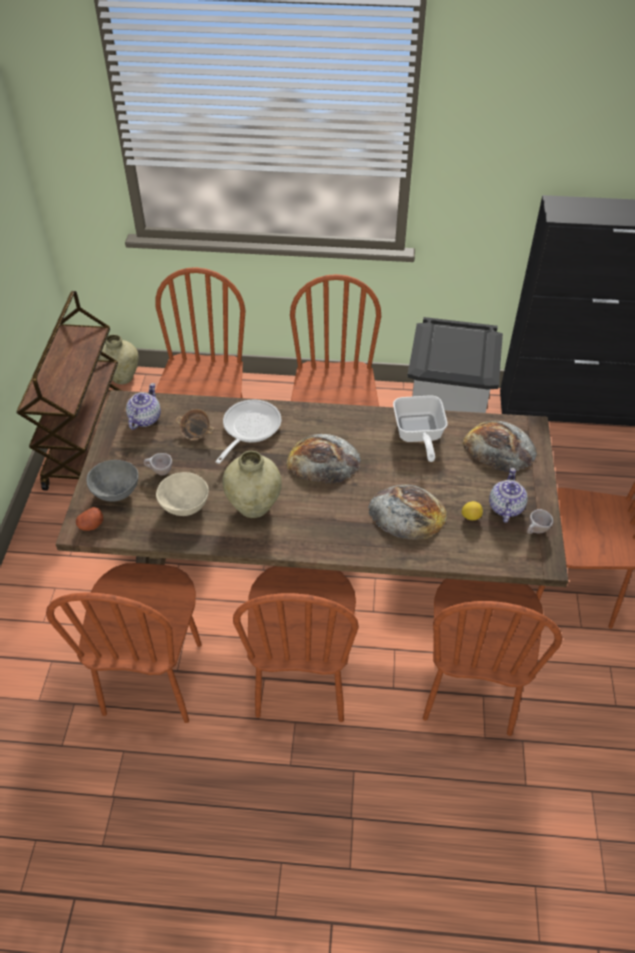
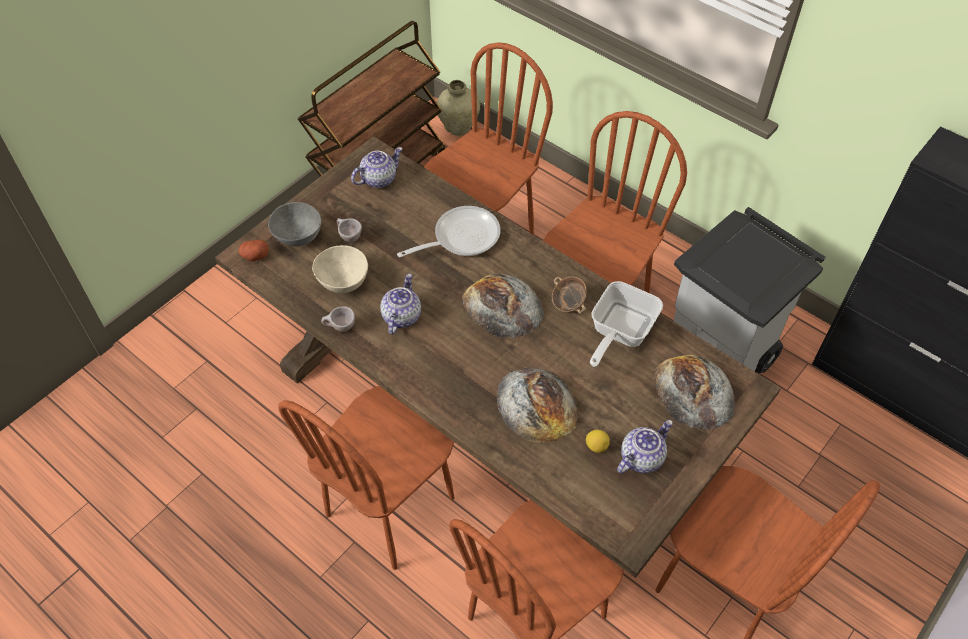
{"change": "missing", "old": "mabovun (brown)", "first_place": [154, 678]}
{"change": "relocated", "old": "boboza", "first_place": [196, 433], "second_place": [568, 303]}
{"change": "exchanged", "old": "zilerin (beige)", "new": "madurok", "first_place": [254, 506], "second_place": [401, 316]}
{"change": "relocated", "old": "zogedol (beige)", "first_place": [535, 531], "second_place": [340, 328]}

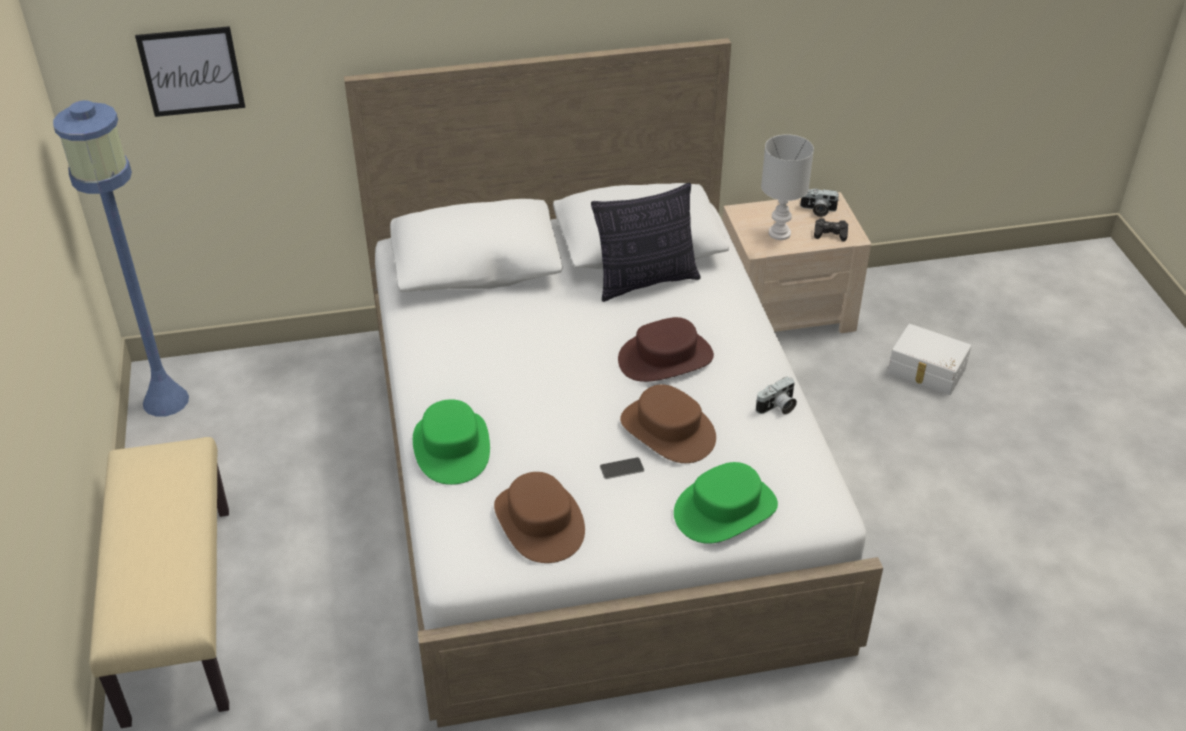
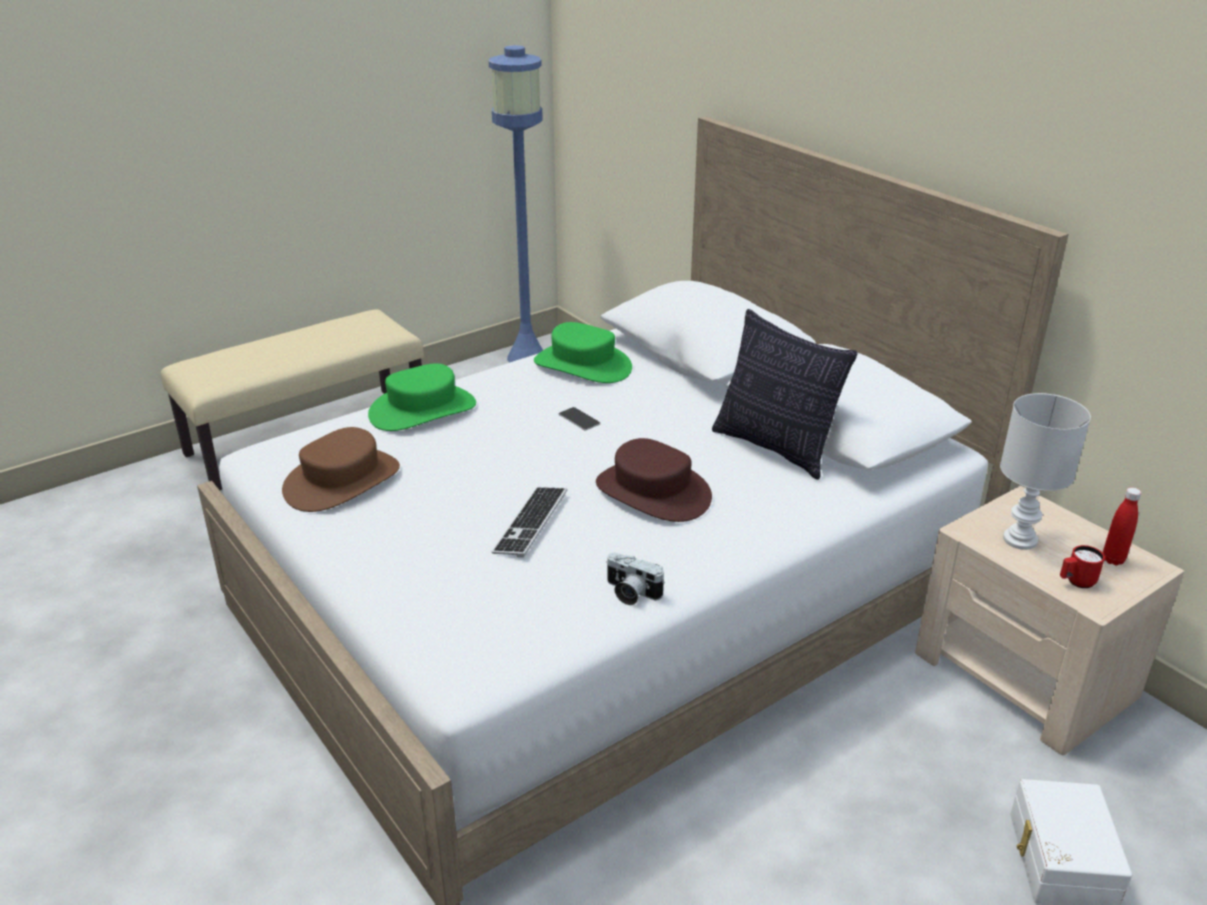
{"change": "missing", "old": "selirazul", "first_place": [191, 71]}
{"change": "relocated", "old": "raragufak", "first_place": [622, 468], "second_place": [579, 419]}
{"change": "exchanged", "old": "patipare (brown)", "new": "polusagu", "first_place": [668, 430], "second_place": [531, 523]}
{"change": "relocated", "old": "patipare (green)", "first_place": [725, 509], "second_place": [583, 365]}
{"change": "exchanged", "old": "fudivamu", "new": "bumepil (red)", "first_place": [818, 210], "second_place": [1113, 560]}
{"change": "exchanged", "old": "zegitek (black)", "new": "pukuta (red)", "first_place": [830, 233], "second_place": [1076, 582]}

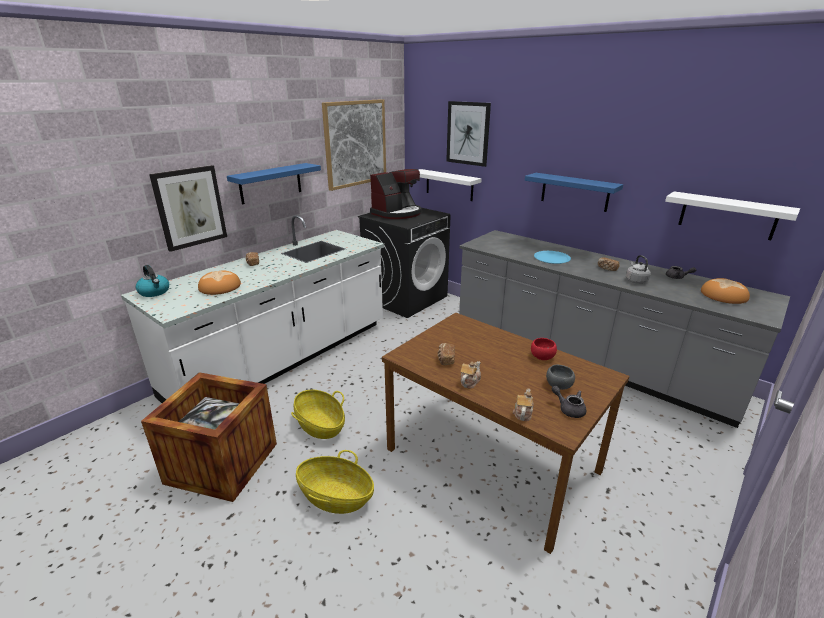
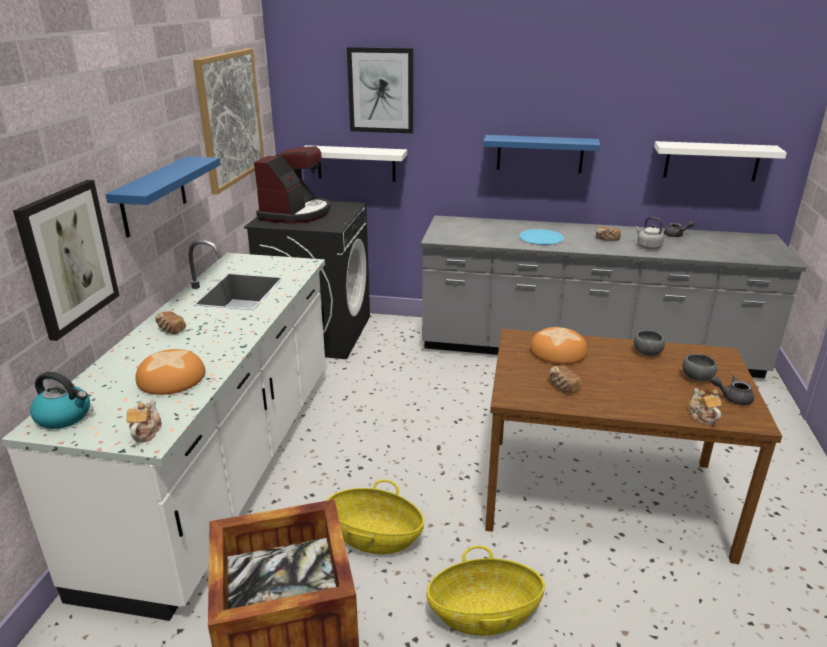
{"change": "relocated", "old": "madurok", "first_place": [469, 381], "second_place": [145, 432]}
{"change": "colour", "old": "boboza (red)", "new": "boboza (grey)", "first_place": [541, 356], "second_place": [646, 353]}
{"change": "relocated", "old": "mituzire", "first_place": [723, 295], "second_place": [557, 351]}

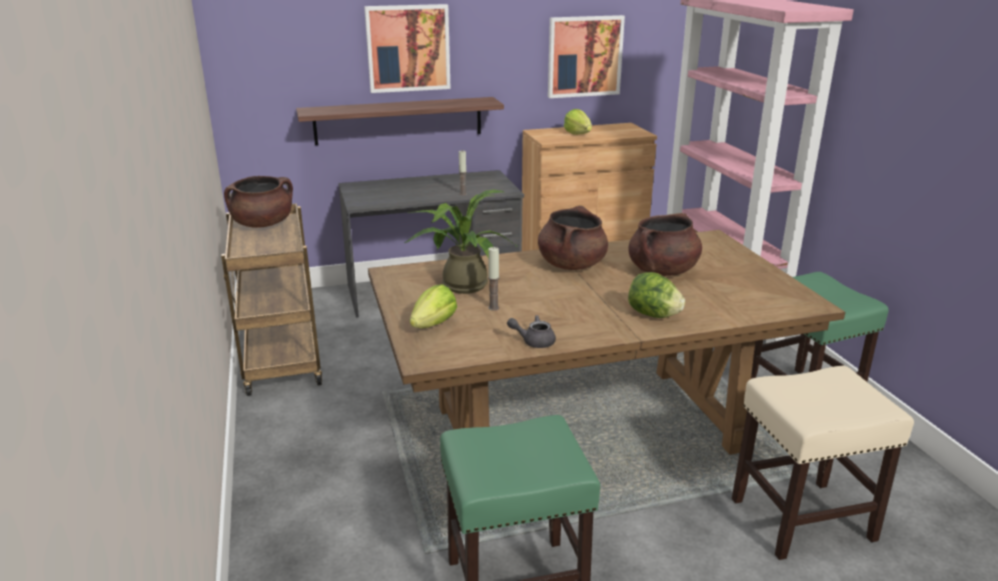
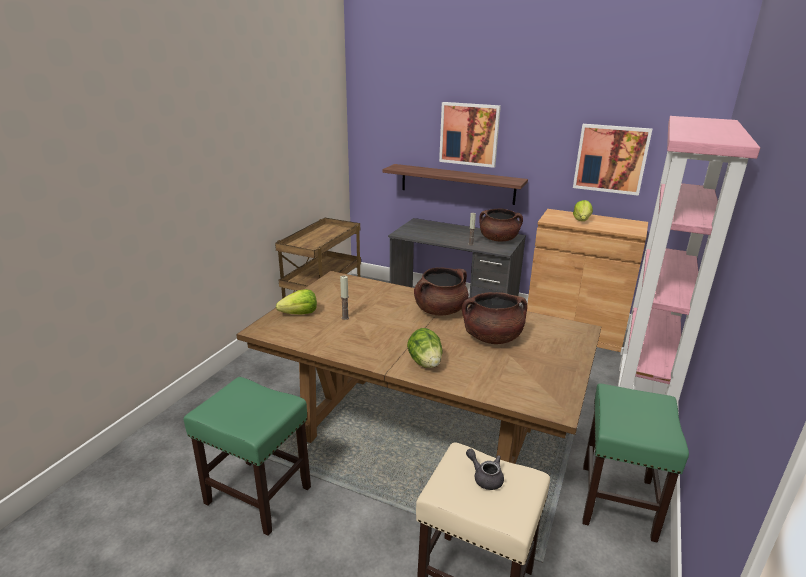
{"change": "relocated", "old": "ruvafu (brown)", "first_place": [263, 224], "second_place": [498, 239]}
{"change": "missing", "old": "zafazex", "first_place": [460, 284]}
{"change": "relocated", "old": "madurok (grey)", "first_place": [534, 341], "second_place": [485, 477]}

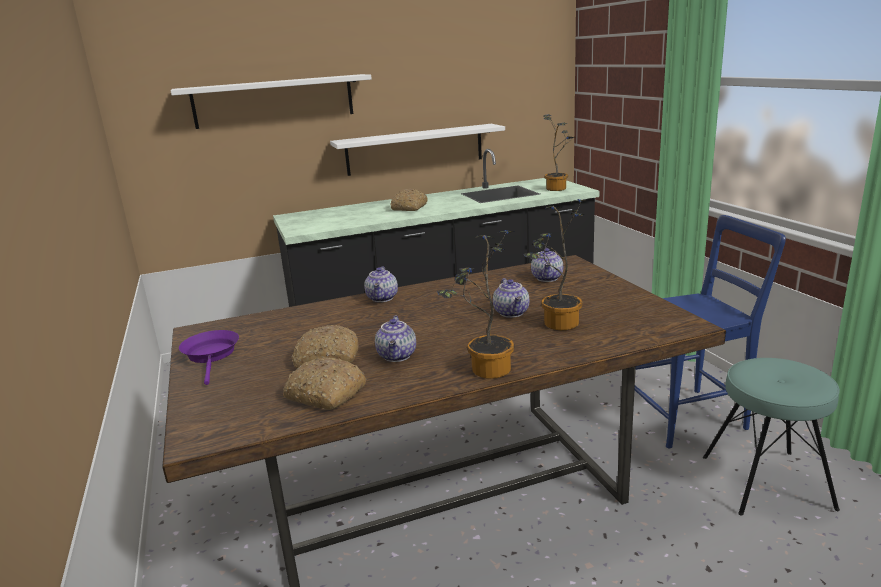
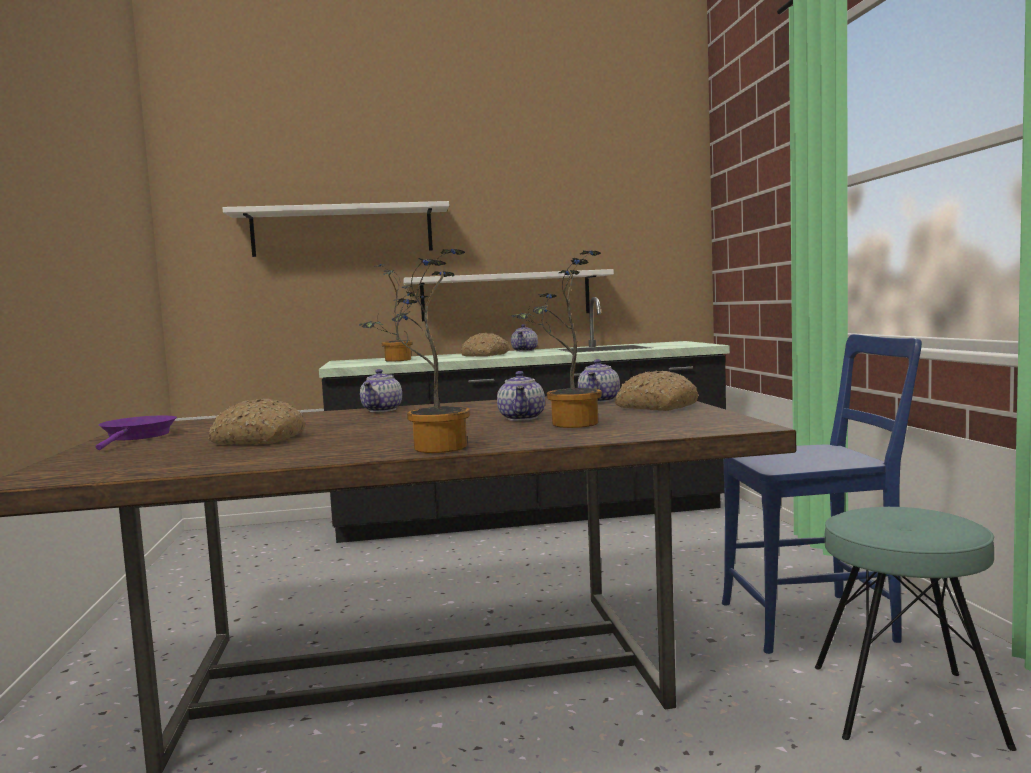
{"change": "relocated", "old": "mituzire", "first_place": [325, 394], "second_place": [656, 407]}
{"change": "relocated", "old": "madurok", "first_place": [398, 356], "second_place": [525, 351]}
{"change": "relocated", "old": "zafazex", "first_place": [558, 188], "second_place": [402, 360]}

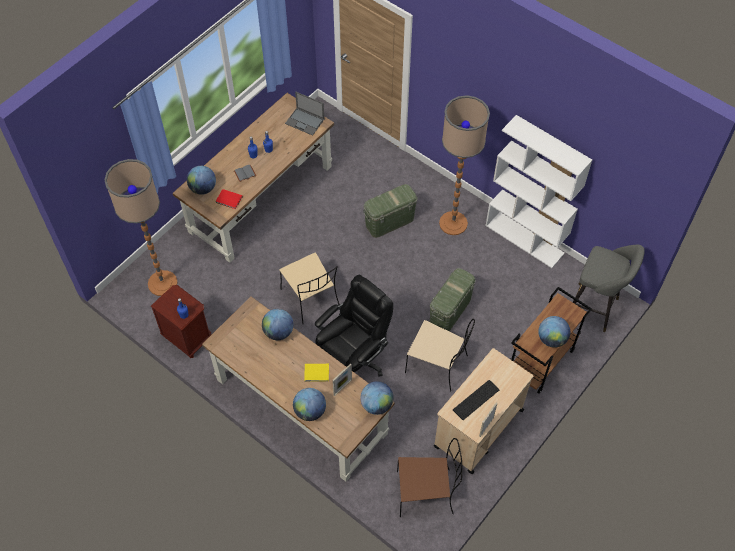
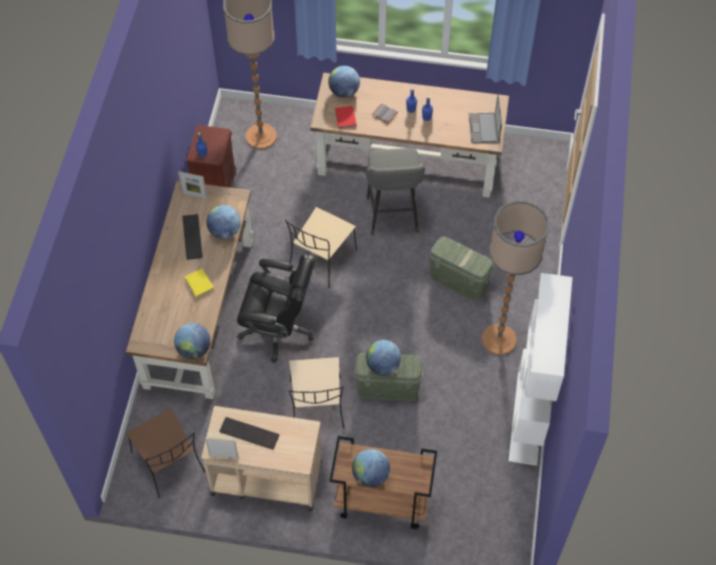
{"change": "relocated", "old": "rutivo", "first_place": [310, 411], "second_place": [383, 365]}
{"change": "relocated", "old": "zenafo", "first_place": [342, 387], "second_place": [194, 195]}
{"change": "relocated", "old": "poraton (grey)", "first_place": [595, 308], "second_place": [392, 218]}
{"change": "appeared", "new": "polusagu", "second_place": [191, 236]}

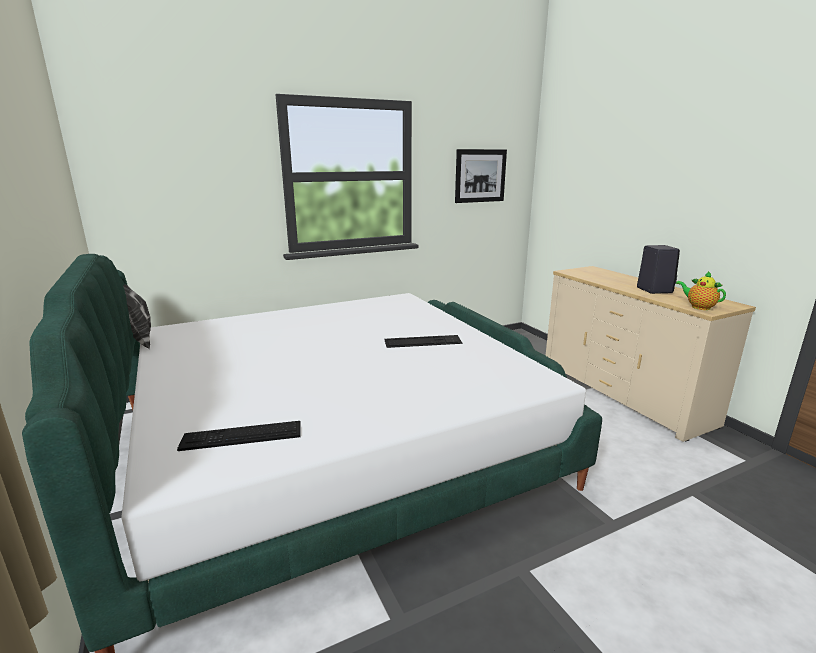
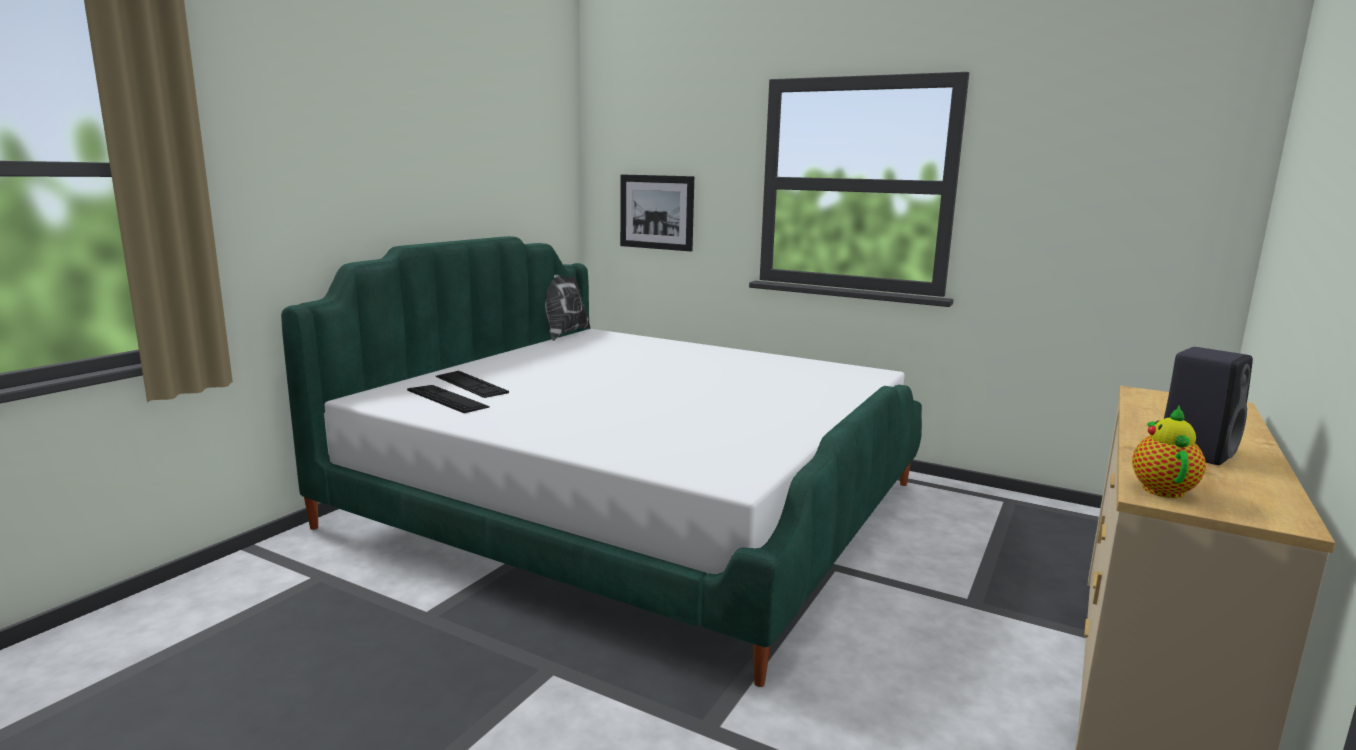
{"change": "relocated", "old": "polusagu", "first_place": [423, 342], "second_place": [470, 384]}
{"change": "relocated", "old": "selirazul", "first_place": [480, 176], "second_place": [656, 212]}

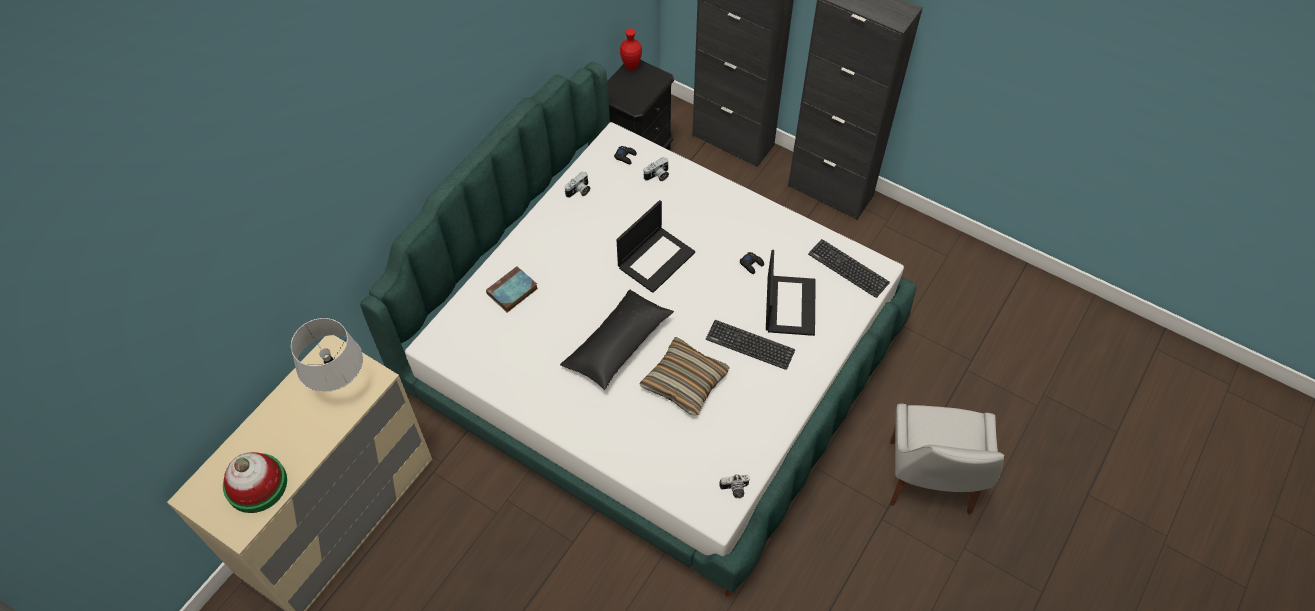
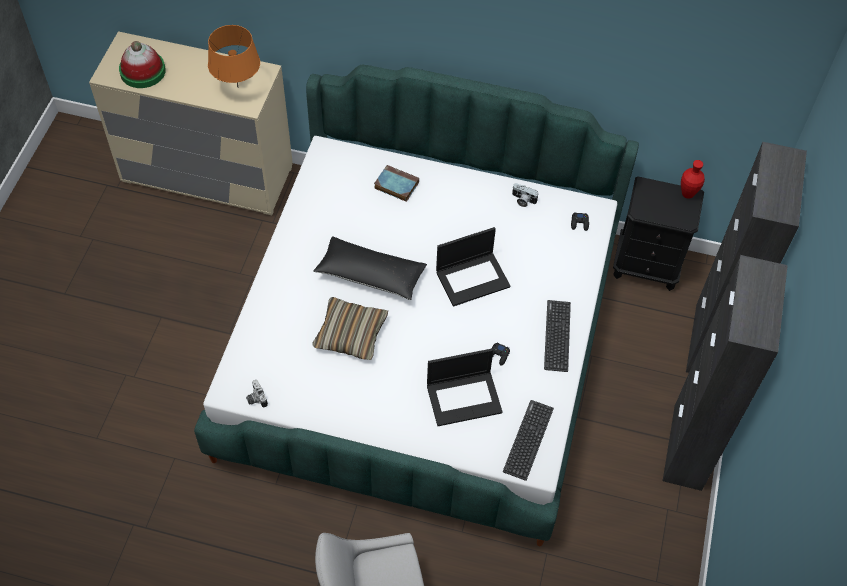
{"change": "colour", "old": "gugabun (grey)", "new": "gugabun (orange)", "first_place": [340, 384], "second_place": [237, 87]}
{"change": "spun", "old": "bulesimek", "first_place": [656, 259], "second_place": [473, 278], "degrees": -45}
{"change": "missing", "old": "fudivamu", "first_place": [657, 176]}
{"change": "relocated", "old": "polusagu", "first_place": [750, 345], "second_place": [557, 336]}

